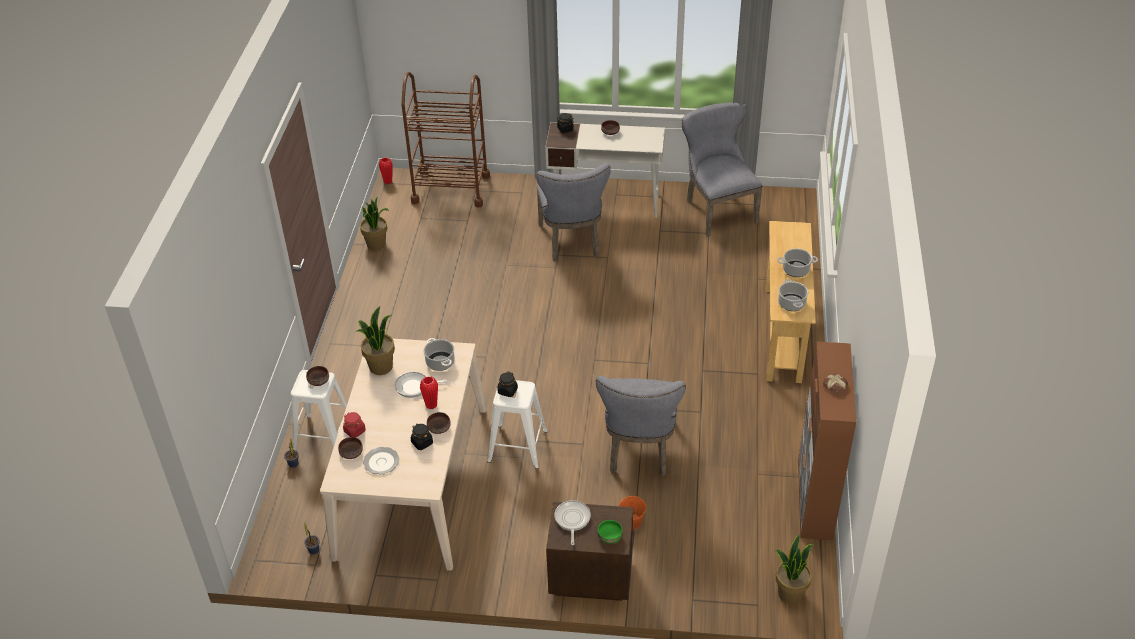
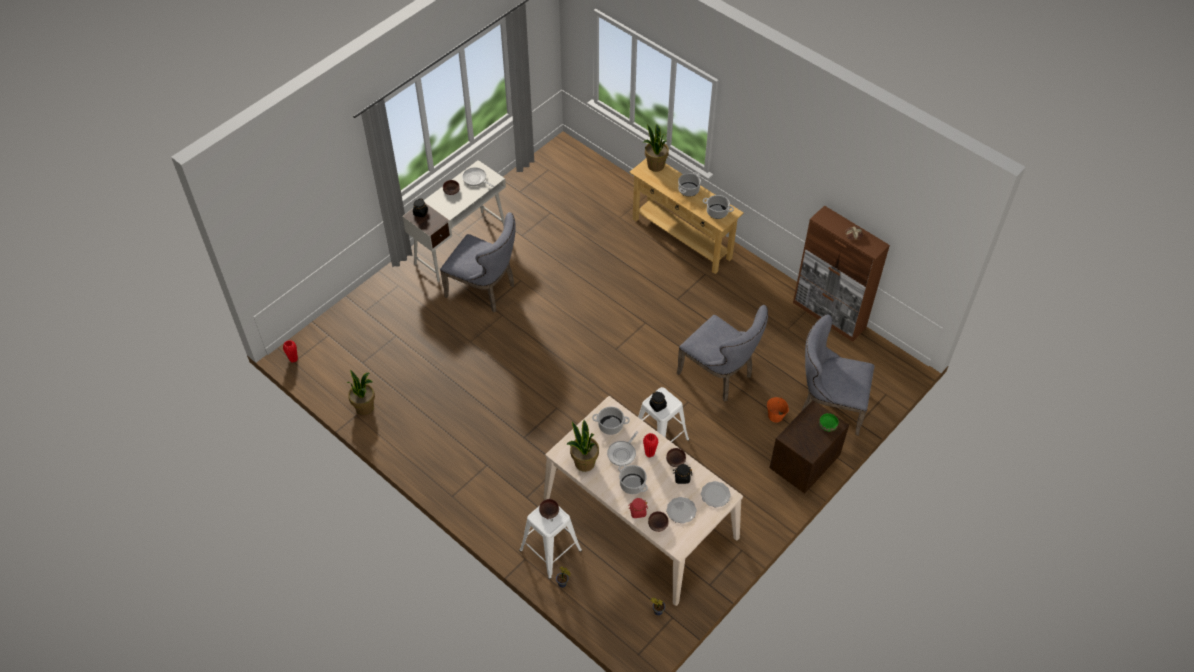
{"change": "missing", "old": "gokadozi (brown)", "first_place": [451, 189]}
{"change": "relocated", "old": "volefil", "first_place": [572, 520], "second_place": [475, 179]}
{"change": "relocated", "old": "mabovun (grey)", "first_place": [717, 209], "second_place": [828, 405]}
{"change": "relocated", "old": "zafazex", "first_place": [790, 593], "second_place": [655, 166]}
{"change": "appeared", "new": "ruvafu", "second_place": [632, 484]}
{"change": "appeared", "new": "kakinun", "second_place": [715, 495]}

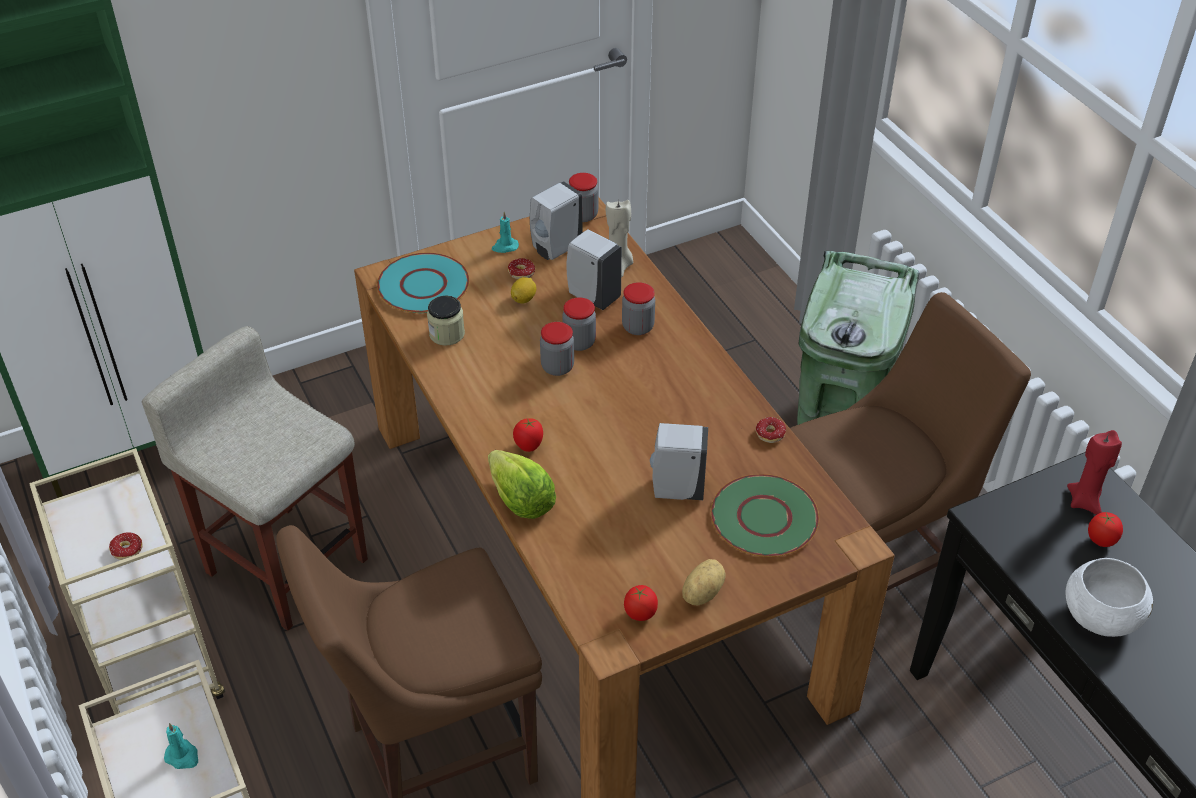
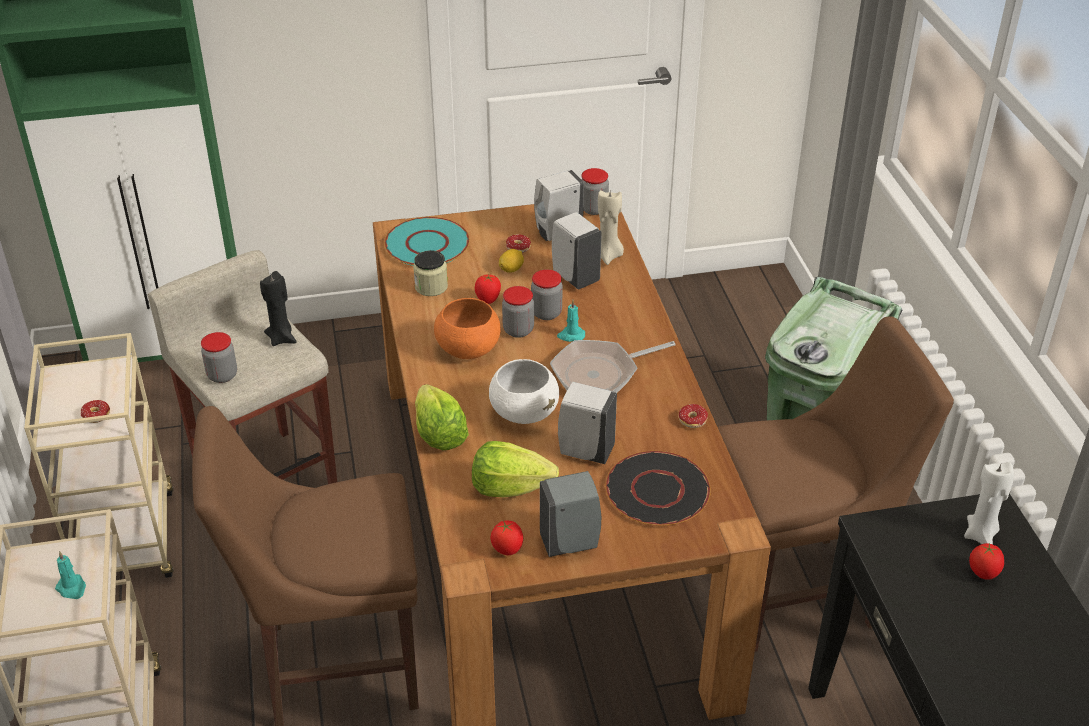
{"change": "relocated", "old": "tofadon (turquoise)", "first_place": [505, 247], "second_place": [571, 335]}
{"change": "relocated", "old": "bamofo", "first_place": [529, 447], "second_place": [488, 300]}
{"change": "relocated", "old": "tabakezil", "first_place": [638, 327], "second_place": [222, 375]}
{"change": "exchanged", "old": "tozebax", "new": "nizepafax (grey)", "first_place": [701, 592], "second_place": [571, 543]}
{"change": "colour", "old": "kakinun (green)", "new": "kakinun (black)", "first_place": [764, 518], "second_place": [657, 491]}
{"change": "relocated", "old": "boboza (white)", "first_place": [1100, 616], "second_place": [524, 412]}
{"change": "colour", "old": "tofadon (red)", "new": "tofadon (white)", "first_place": [1085, 501], "second_place": [981, 535]}
{"change": "appeared", "new": "tofadon (black)", "second_place": [282, 338]}
{"change": "appeared", "new": "boboza (orange)", "second_place": [468, 350]}
{"change": "appeared", "new": "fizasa", "second_place": [510, 487]}
{"change": "appeared", "new": "volefil", "second_place": [600, 373]}

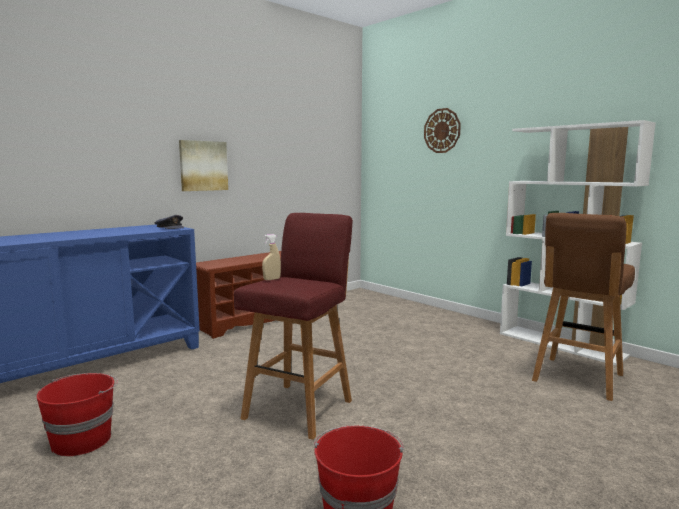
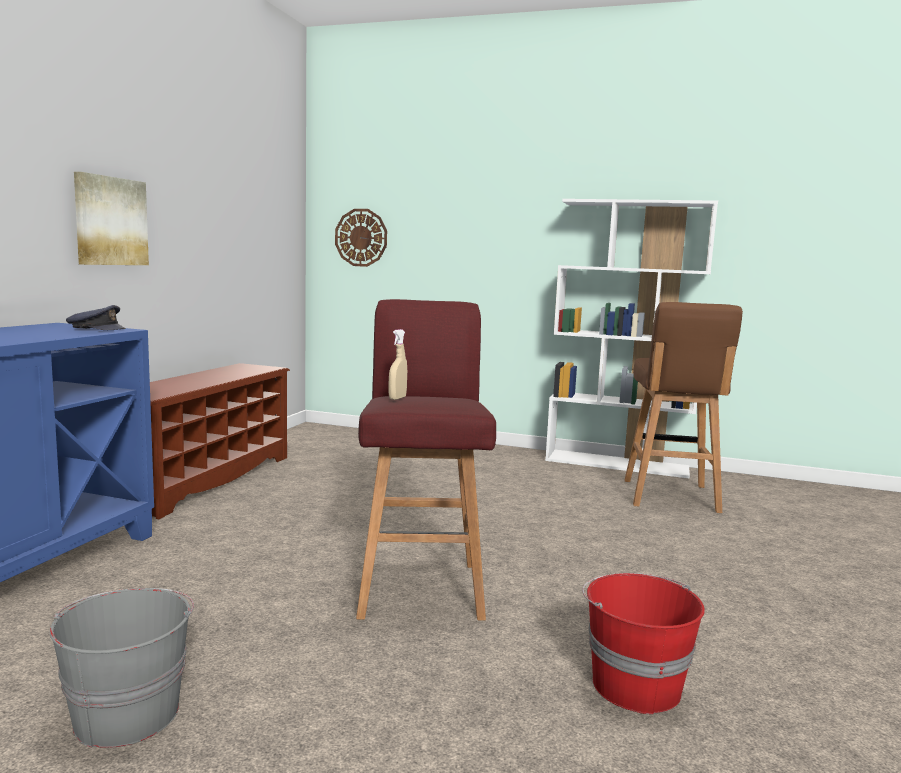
{"change": "colour", "old": "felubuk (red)", "new": "felubuk (grey)", "first_place": [83, 440], "second_place": [127, 713]}
{"change": "relocated", "old": "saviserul", "first_place": [442, 130], "second_place": [361, 237]}

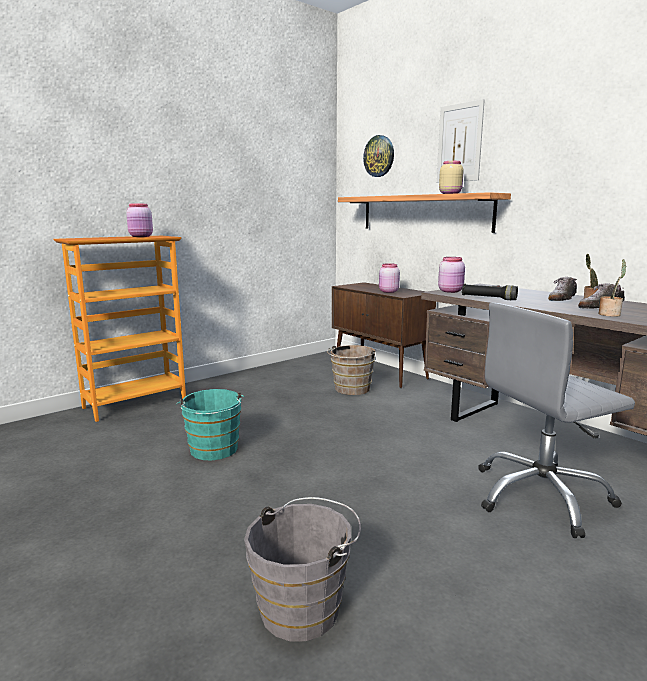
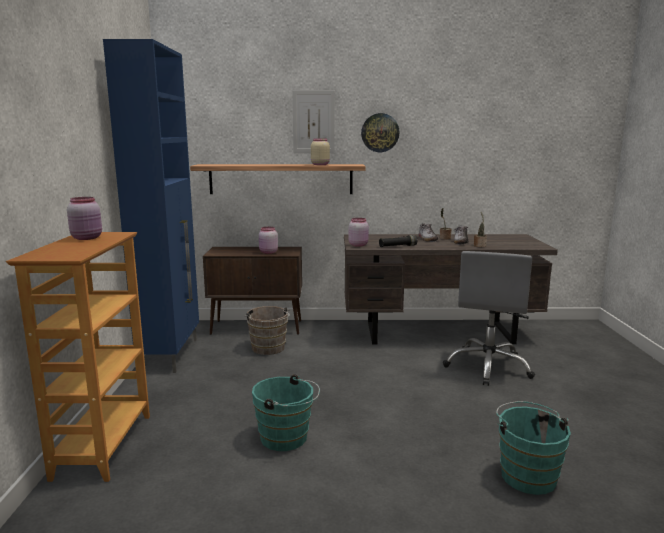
{"change": "colour", "old": "felubuk (grey)", "new": "felubuk (turquoise)", "first_place": [305, 606], "second_place": [526, 474]}
{"change": "relocated", "old": "saviserul", "first_place": [379, 156], "second_place": [380, 133]}
{"change": "appeared", "new": "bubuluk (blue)", "second_place": [171, 354]}

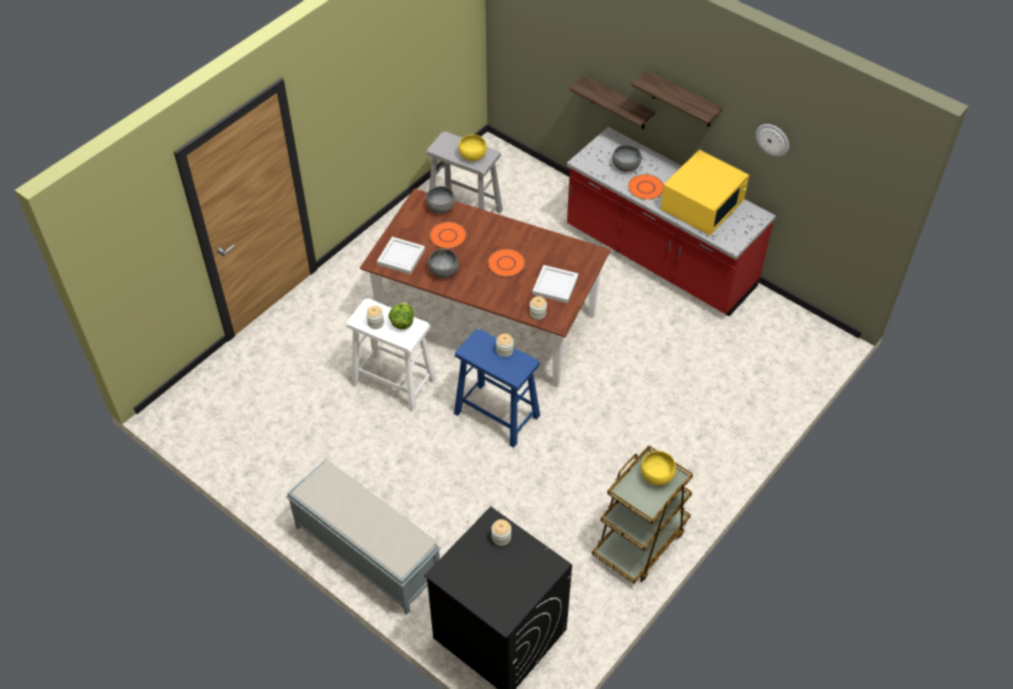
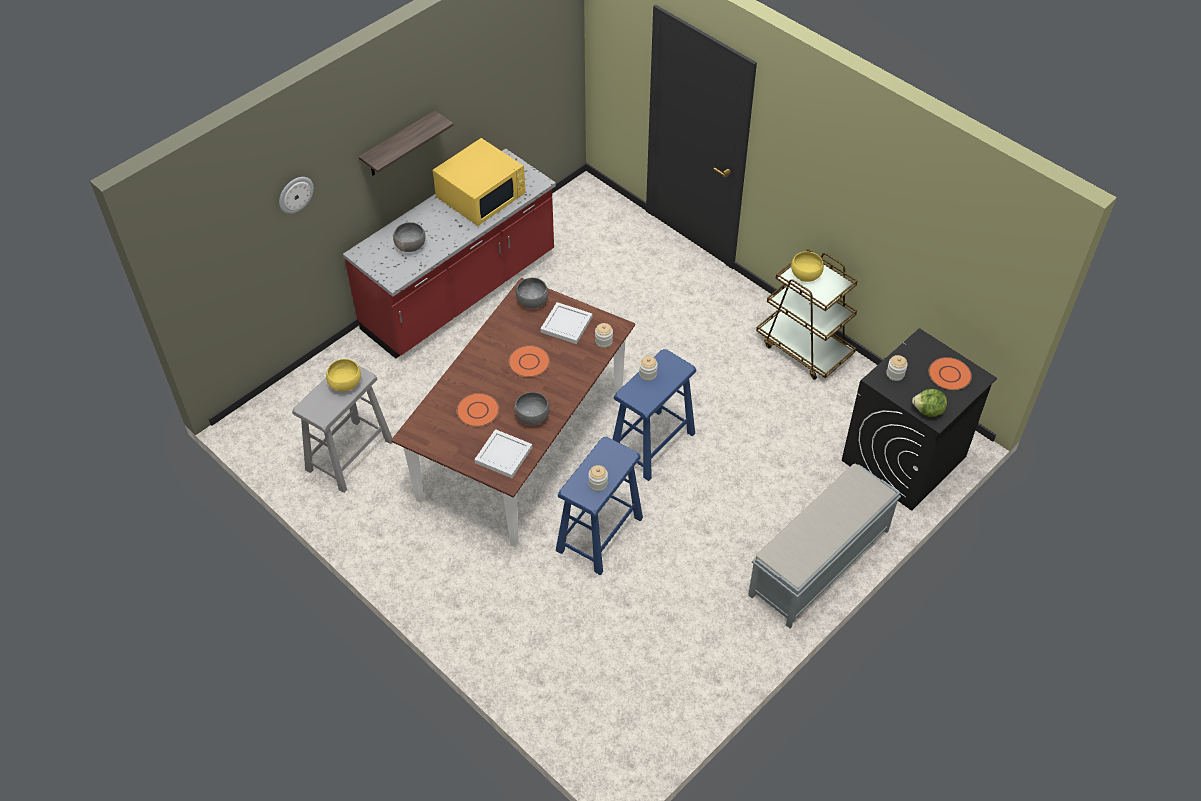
{"change": "colour", "old": "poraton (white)", "new": "poraton (blue)", "first_place": [393, 381], "second_place": [599, 534]}
{"change": "relocated", "old": "fizasa", "first_place": [402, 323], "second_place": [928, 411]}
{"change": "relocated", "old": "boboza (grey)", "first_place": [441, 208], "second_place": [532, 301]}
{"change": "missing", "old": "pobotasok", "first_place": [618, 104]}
{"change": "relocated", "old": "kakinun (orange)", "first_place": [645, 188], "second_place": [949, 375]}
{"change": "spun", "old": "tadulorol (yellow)", "first_place": [702, 205], "second_place": [481, 195], "degrees": 90}
{"change": "relocated", "old": "saviserul", "first_place": [773, 139], "second_place": [295, 194]}

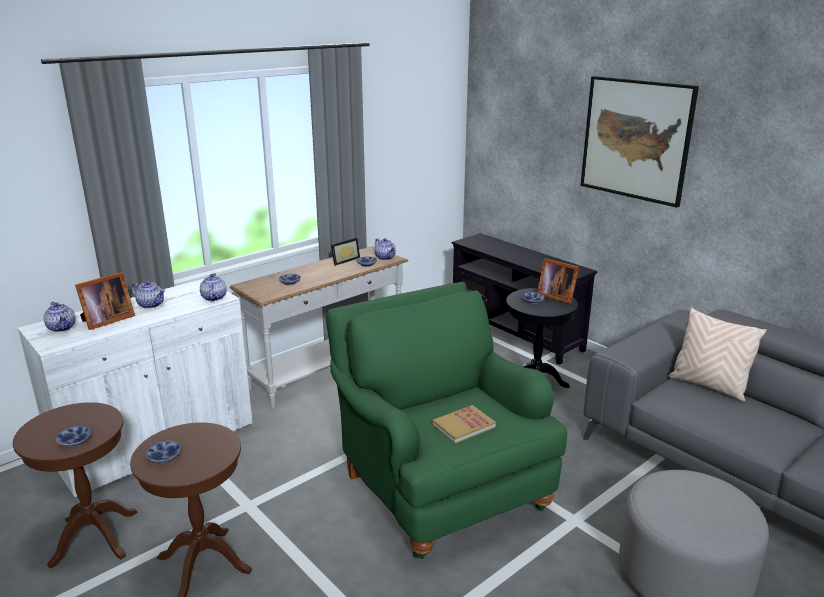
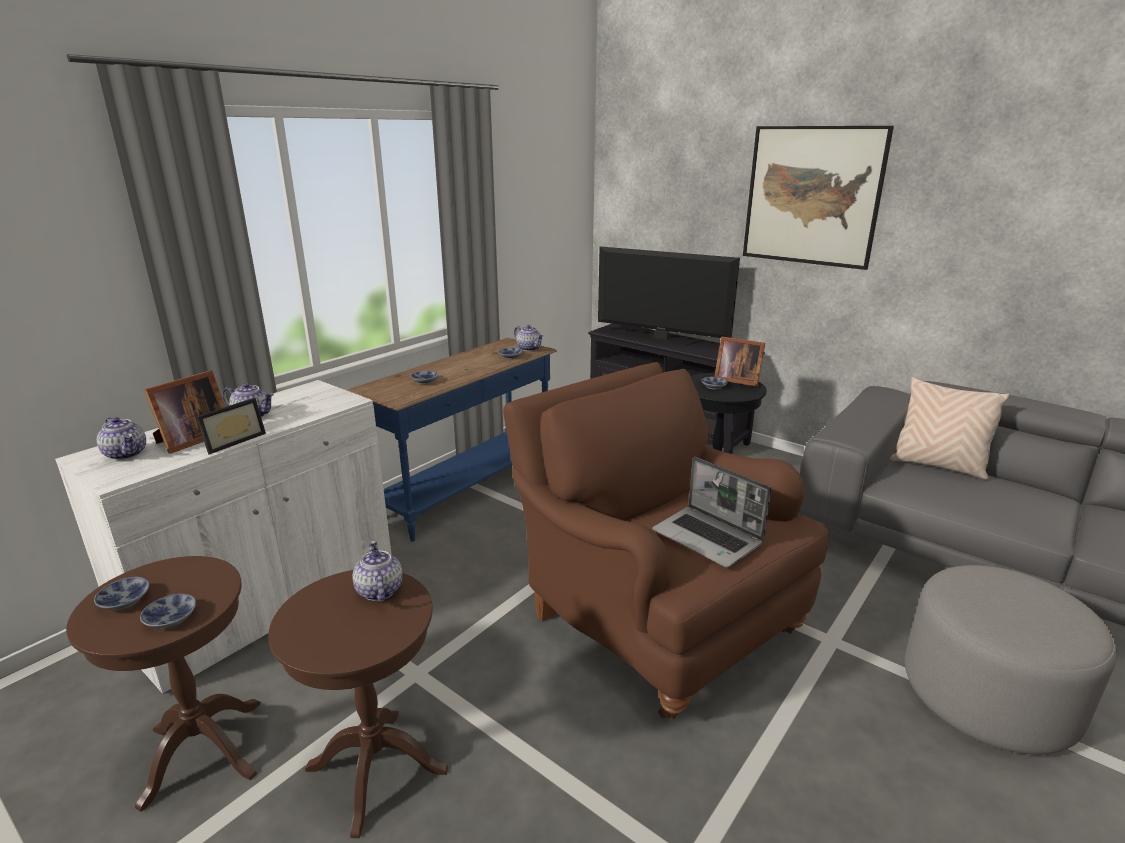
{"change": "relocated", "old": "boboza", "first_place": [164, 456], "second_place": [125, 600]}
{"change": "relocated", "old": "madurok", "first_place": [213, 297], "second_place": [378, 590]}
{"change": "colour", "old": "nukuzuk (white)", "new": "nukuzuk (blue)", "first_place": [328, 372], "second_place": [469, 491]}
{"change": "colour", "old": "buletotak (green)", "new": "buletotak (brown)", "first_place": [439, 486], "second_place": [654, 616]}
{"change": "relocated", "old": "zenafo", "first_place": [344, 260], "second_place": [232, 441]}
{"change": "exchanged", "old": "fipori", "new": "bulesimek", "first_place": [463, 426], "second_place": [708, 538]}
{"change": "appeared", "new": "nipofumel", "second_place": [661, 339]}

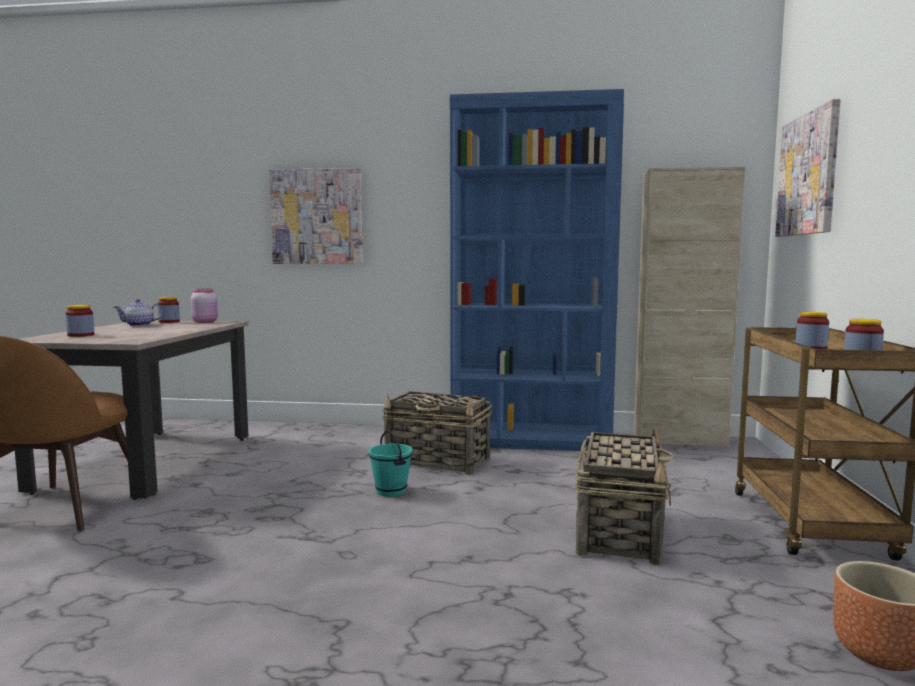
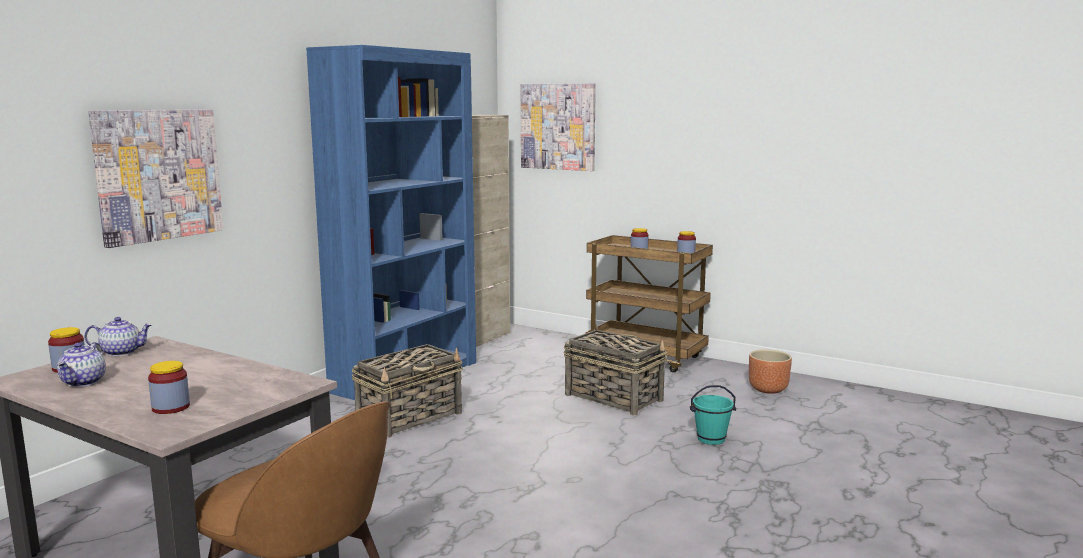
{"change": "exchanged", "old": "tabakezil (pink)", "new": "madurok", "first_place": [205, 322], "second_place": [121, 352]}
{"change": "relocated", "old": "felubuk (turquoise)", "first_place": [391, 491], "second_place": [711, 439]}

